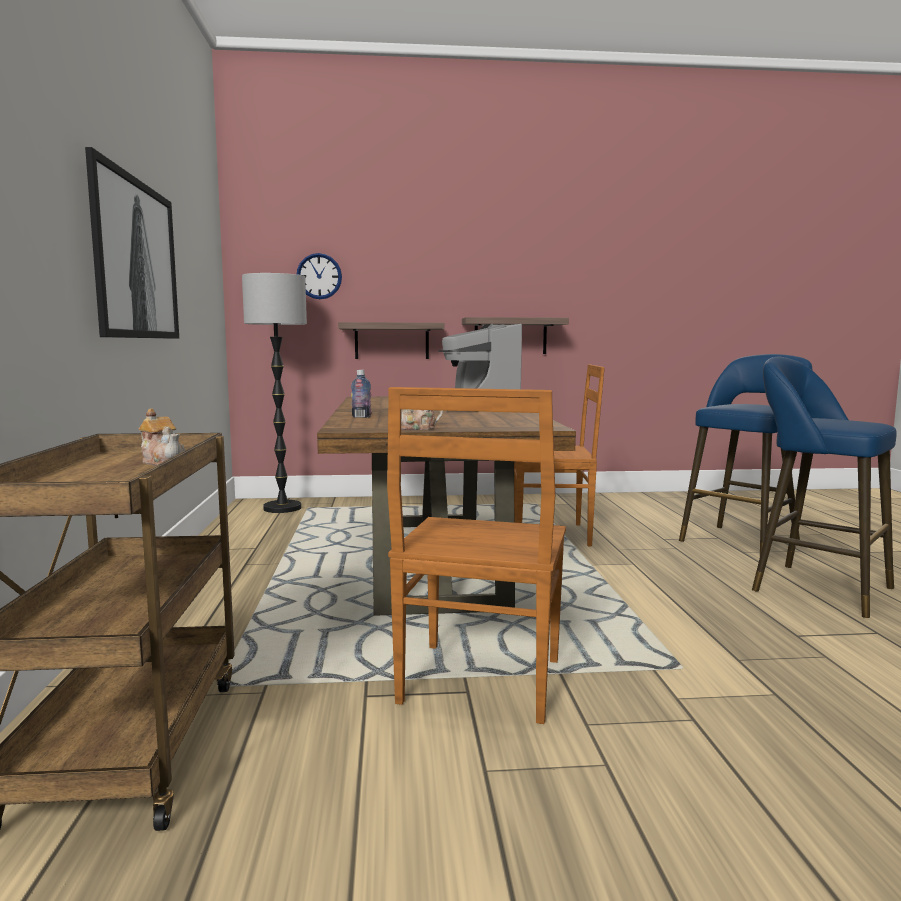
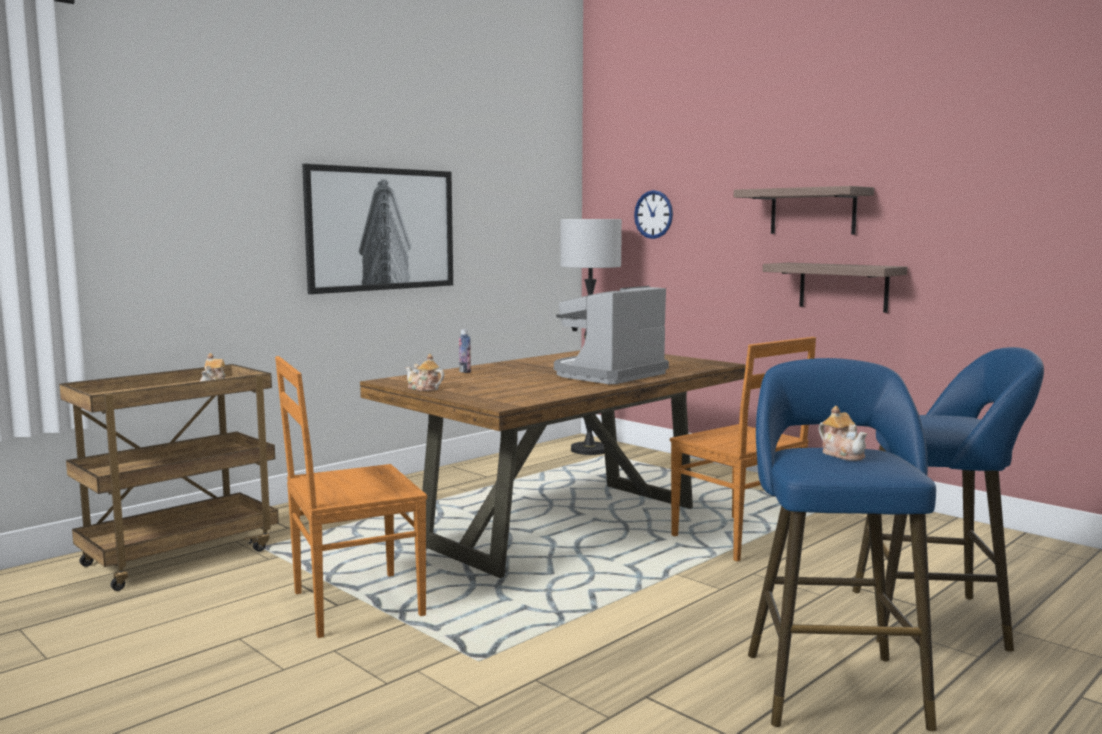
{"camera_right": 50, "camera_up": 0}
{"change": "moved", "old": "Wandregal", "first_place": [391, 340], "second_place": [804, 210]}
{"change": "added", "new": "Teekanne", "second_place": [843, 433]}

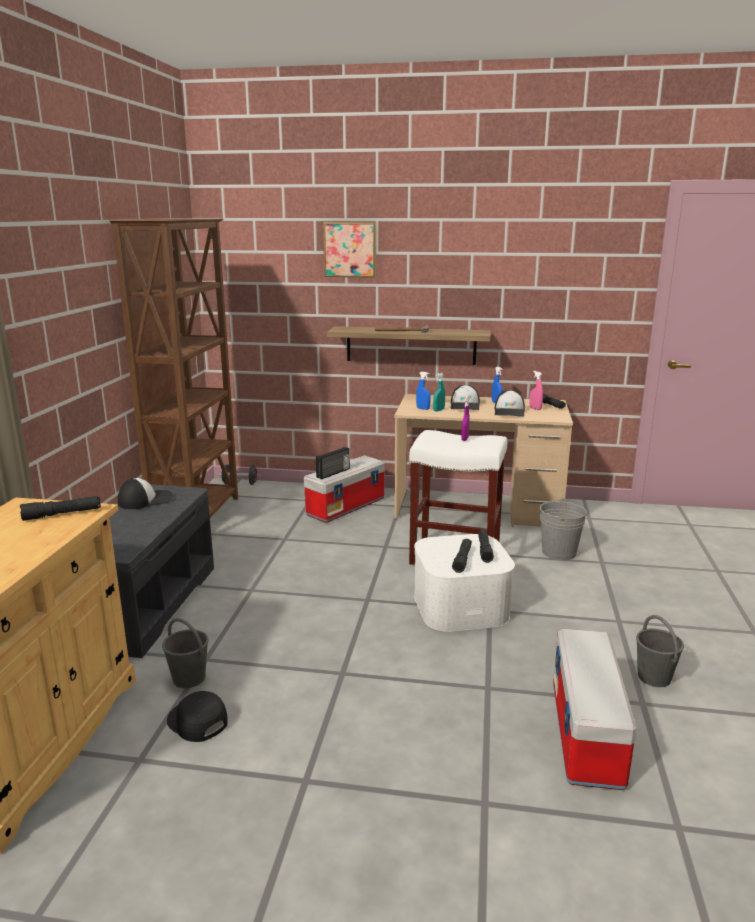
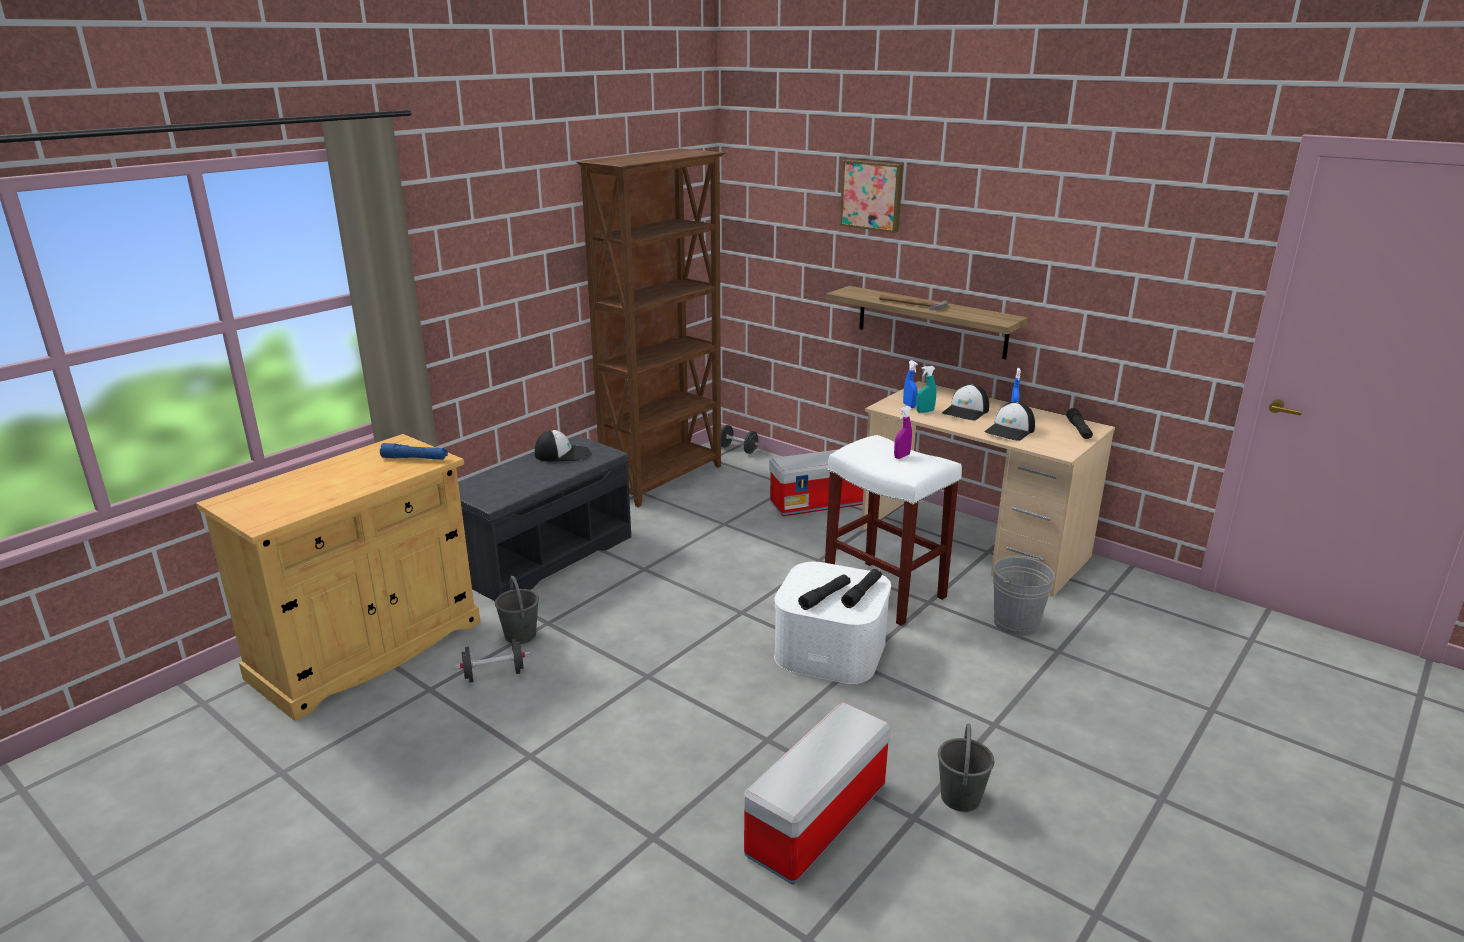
{"camera_right": 30, "camera_up": 5}
{"change": "recoloured", "old": "Taschenlampe [schwarz]", "new": "Taschenlampe [blau]", "first_place": [60, 508], "second_place": [414, 451]}
{"change": "replaced", "old": "Kappe [schwarz]", "new": "Hantel [schwarz]", "first_place": [197, 716], "second_place": [492, 661]}
{"change": "removed", "old": "Radio", "first_place": [333, 463]}
{"change": "removed", "old": "Sprühflasche [rosa]", "first_place": [536, 390]}

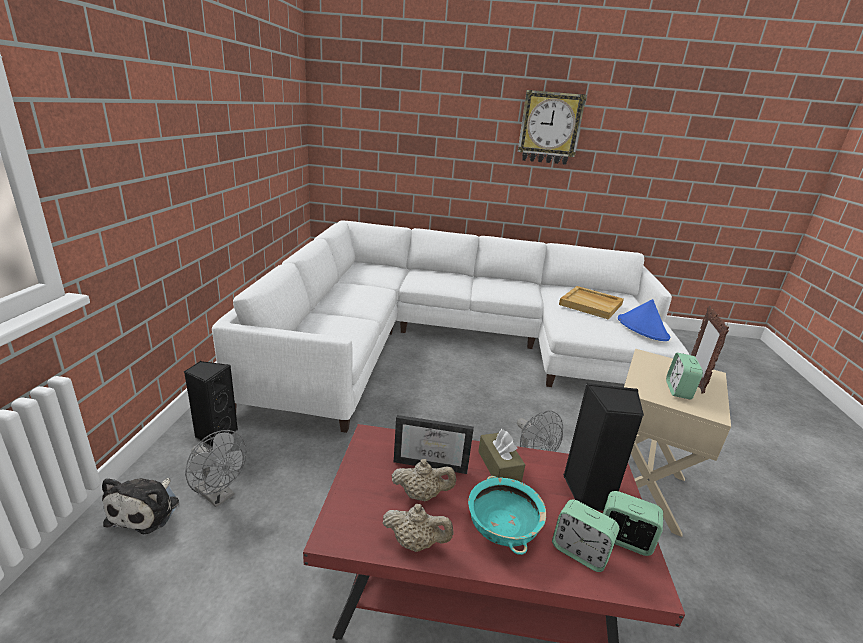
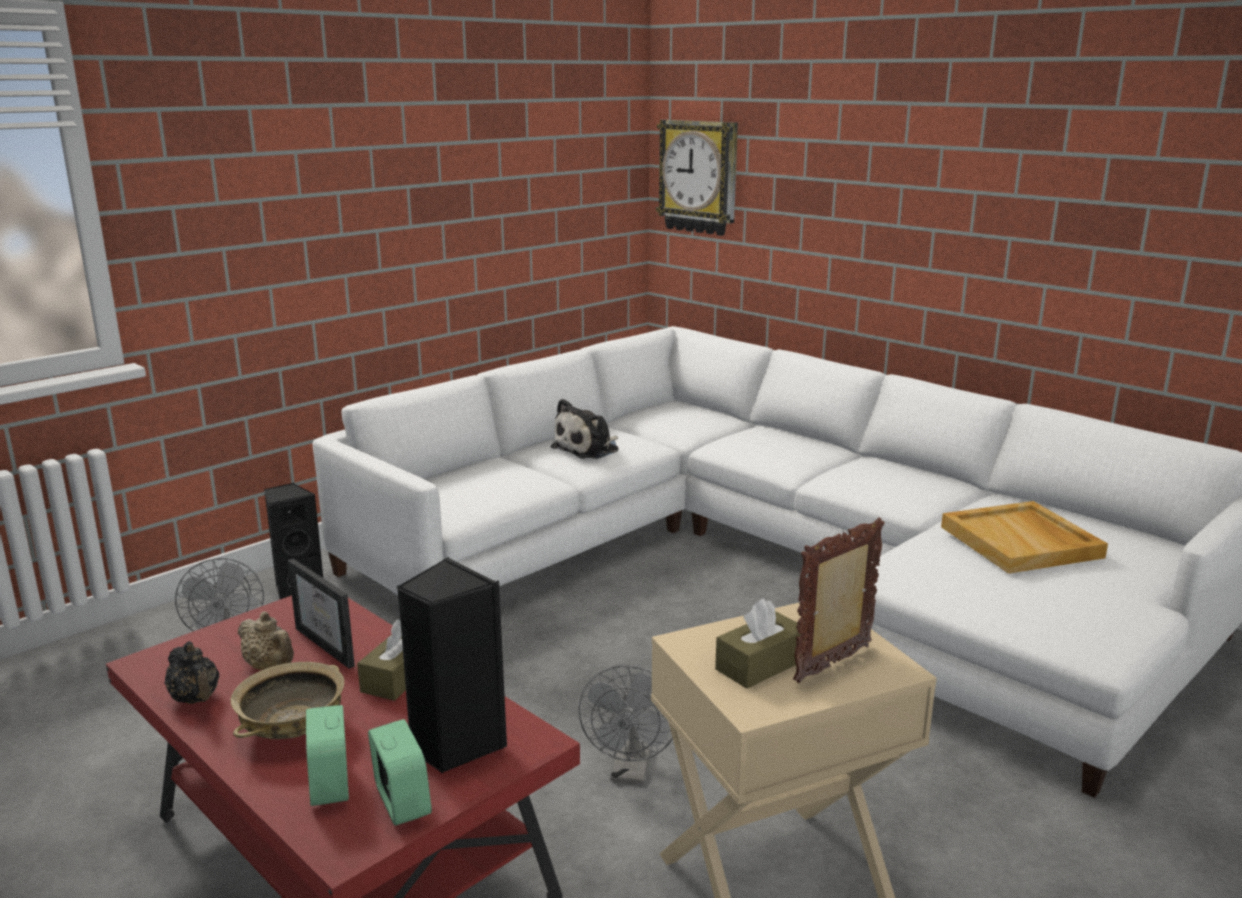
{"camera_right": 40, "camera_up": -5}
{"change": "recoloured", "old": "Teekanne [beige]", "new": "Teekanne [schwarz]", "first_place": [418, 528], "second_place": [191, 672]}
{"change": "recoloured", "old": "Schüssel [türkis]", "new": "Schüssel [beige]", "first_place": [507, 515], "second_place": [287, 700]}
{"change": "moved", "old": "Plüschtier", "first_place": [140, 506], "second_place": [584, 429]}
{"change": "moved", "old": "Wanduhr", "first_place": [552, 127], "second_place": [697, 178]}
{"change": "replaced", "old": "Wecker", "new": "Taschentuchbox [braun]", "first_place": [684, 376], "second_place": [760, 643]}
{"change": "removed", "old": "Hut [blau]", "first_place": [644, 320]}

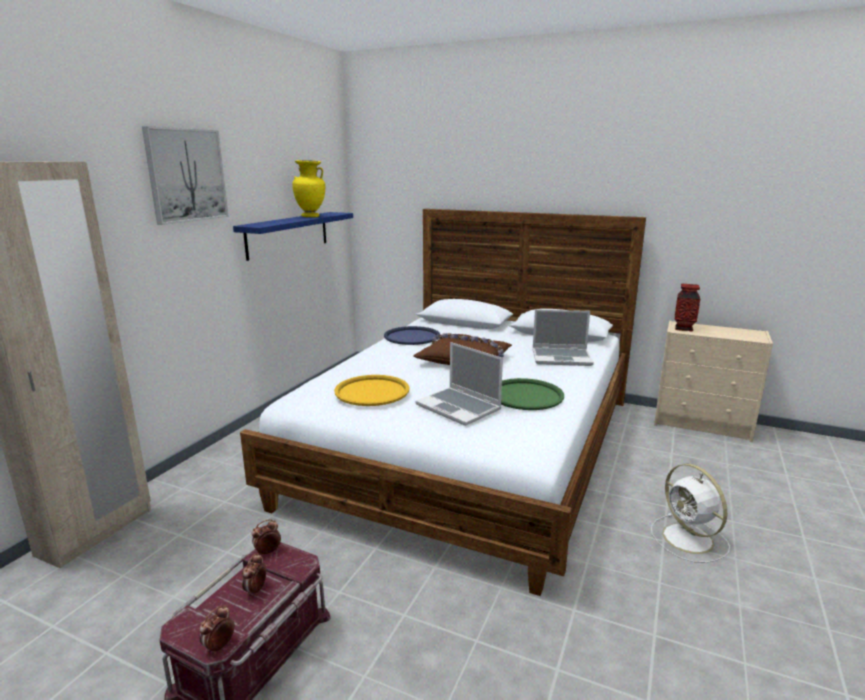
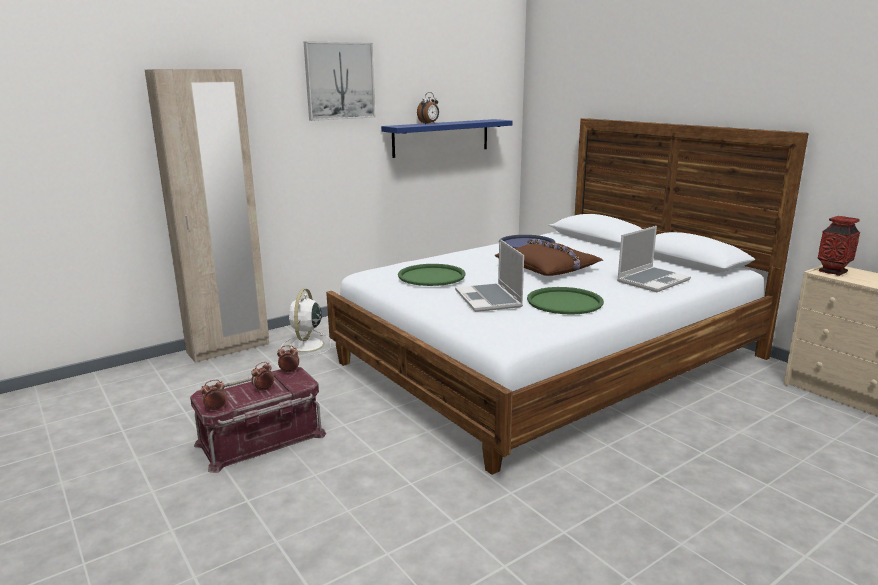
{"camera_right": 30, "camera_up": 0}
{"change": "moved", "old": "Ventilator [weiß]", "first_place": [690, 513], "second_place": [306, 322]}
{"change": "recoloured", "old": "Tablett [gelb]", "new": "Tablett [grün]", "first_place": [372, 390], "second_place": [431, 275]}
{"change": "added", "new": "Wecker", "second_place": [428, 108]}
{"change": "turned", "old": "Laptop", "first_place": [563, 338], "second_place": [654, 259], "degrees": -75}
{"change": "removed", "old": "Vase [gelb]", "first_place": [308, 188]}

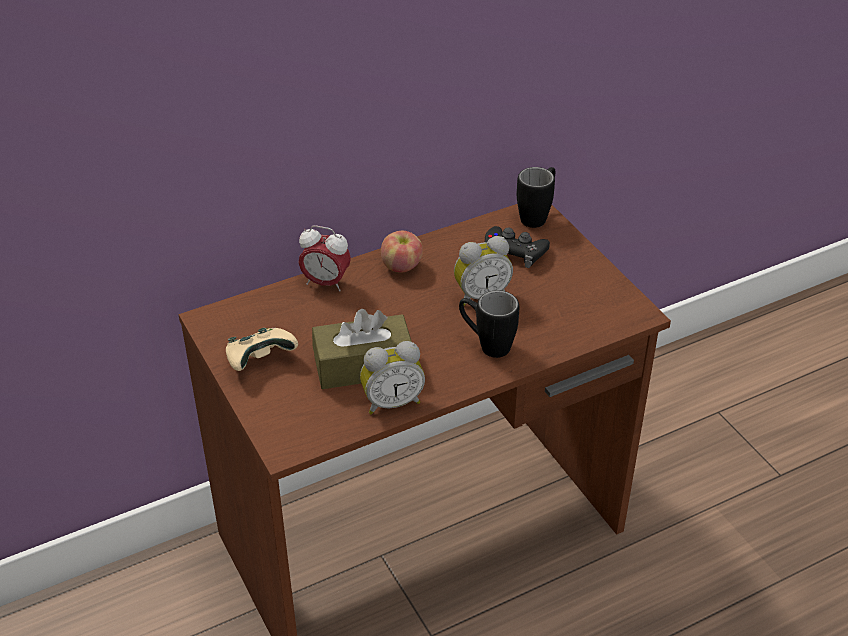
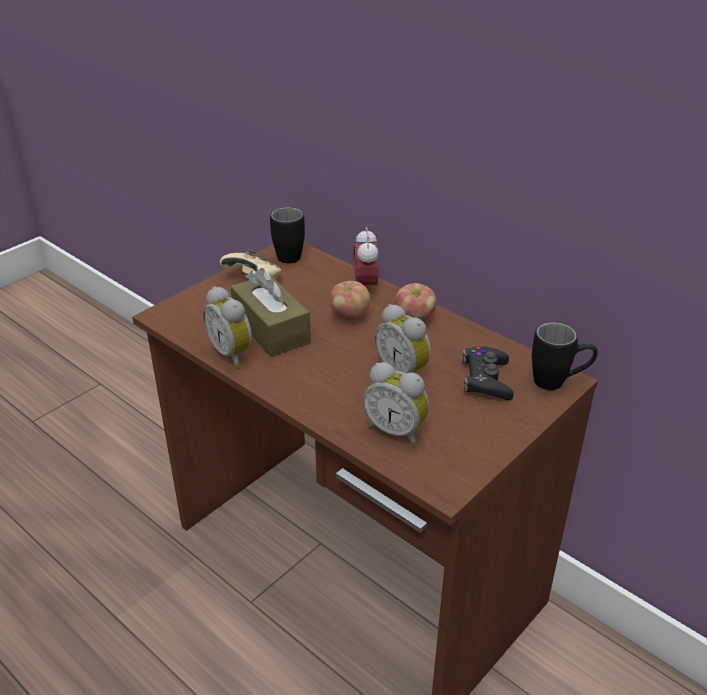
{"camera_right": 70, "camera_up": -5}
{"change": "moved", "old": "Henkelbecher [schwarz]", "first_place": [489, 324], "second_place": [287, 235]}
{"change": "added", "new": "Apfel", "second_place": [349, 301]}
{"change": "added", "new": "Wecker", "second_place": [396, 404]}

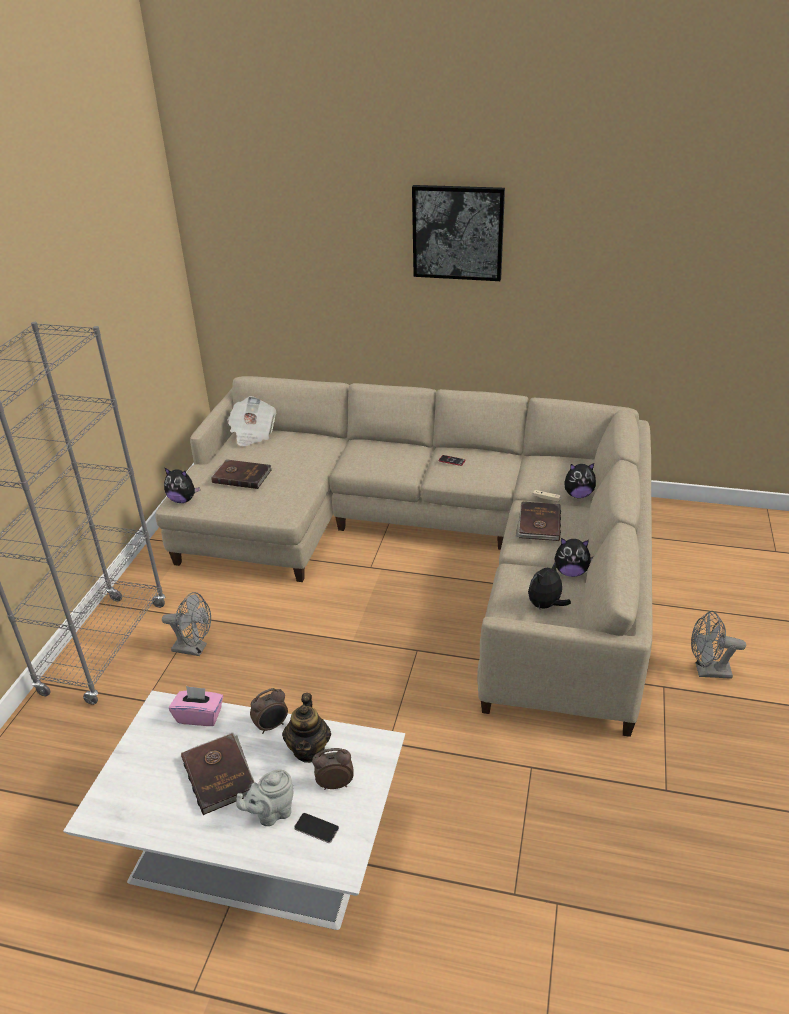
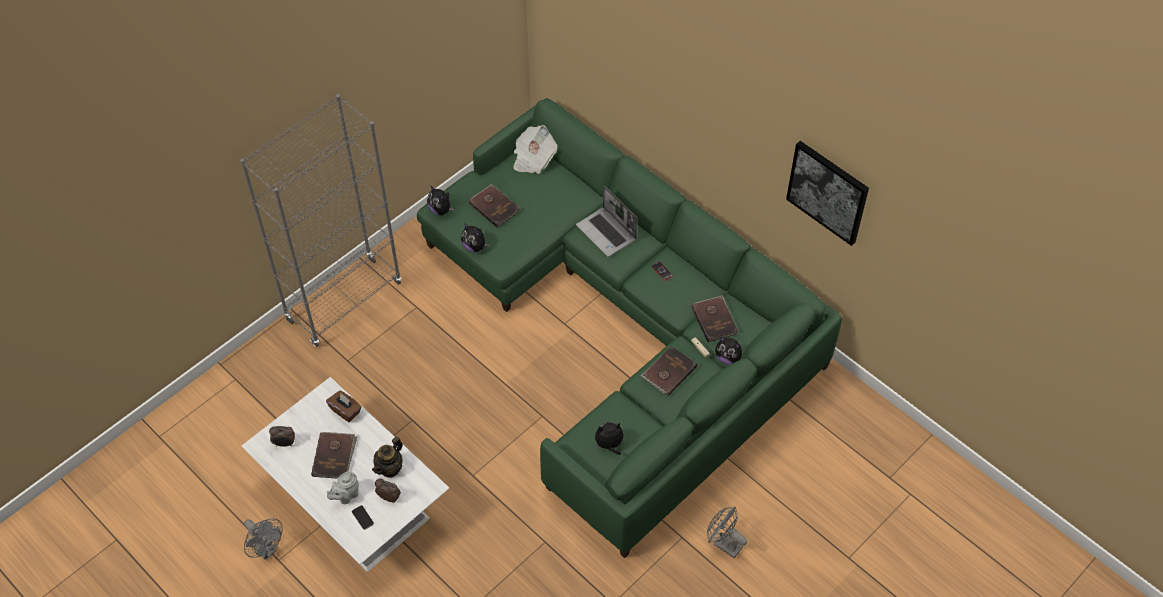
{"camera_right": 30, "camera_up": 20}
{"change": "moved", "old": "Ventilator [grau]", "first_place": [186, 624], "second_place": [263, 539]}
{"change": "moved", "old": "Wecker", "first_place": [269, 711], "second_place": [282, 436]}
{"change": "recoloured", "old": "Taschentuchbox [rosa]", "new": "Taschentuchbox [braun]", "first_place": [196, 706], "second_place": [344, 406]}
{"change": "turned", "old": "Teekanne [grau]", "first_place": [264, 797], "second_place": [343, 488], "degrees": -45}
{"change": "recoloured", "old": "Sofa [beige]", "new": "Sofa [grün]", "first_place": [403, 556], "second_place": [629, 328]}
{"change": "moved", "old": "Plüschtier", "first_place": [573, 557], "second_place": [475, 237]}
{"change": "added", "new": "Laptop", "second_place": [606, 221]}
{"change": "added", "new": "Buch [braun]", "second_place": [715, 318]}
{"change": "moved", "old": "Bild", "first_place": [458, 233], "second_place": [827, 193]}

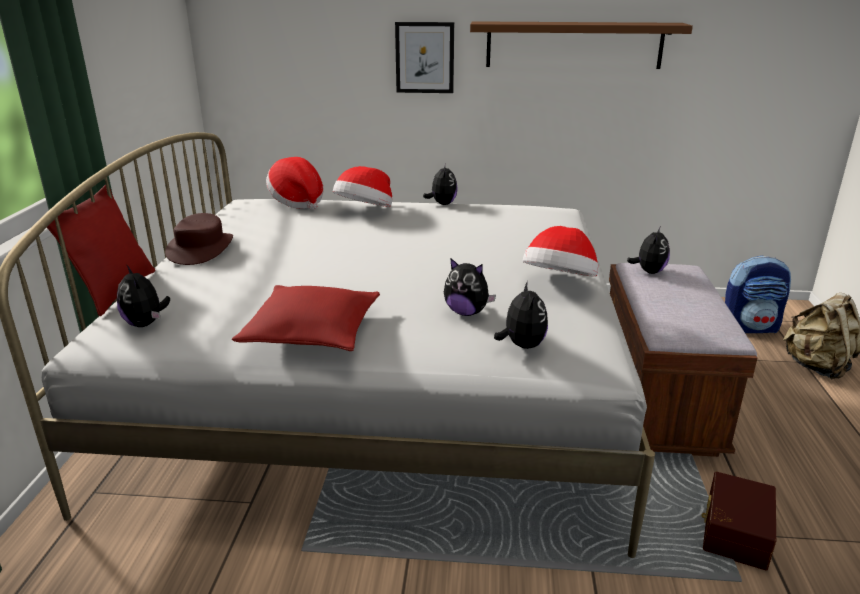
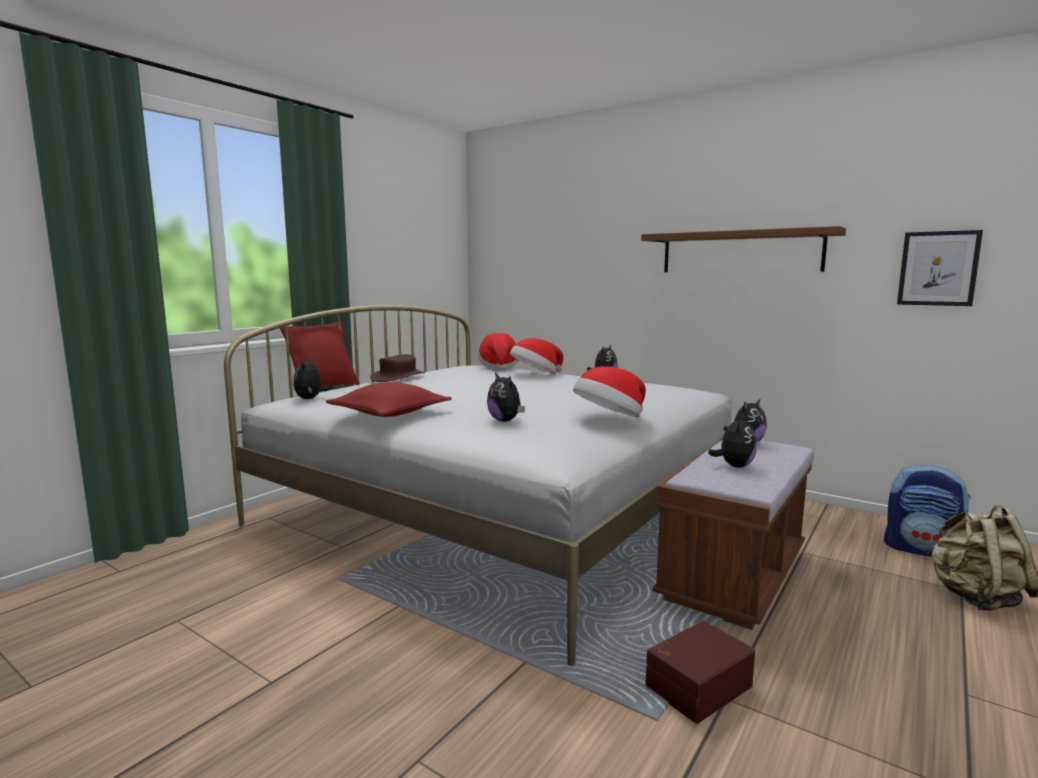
{"camera_right": 30, "camera_up": -15}
{"change": "moved", "old": "Plüschtier", "first_place": [521, 315], "second_place": [732, 441]}
{"change": "moved", "old": "Bild", "first_place": [424, 57], "second_place": [940, 268]}

